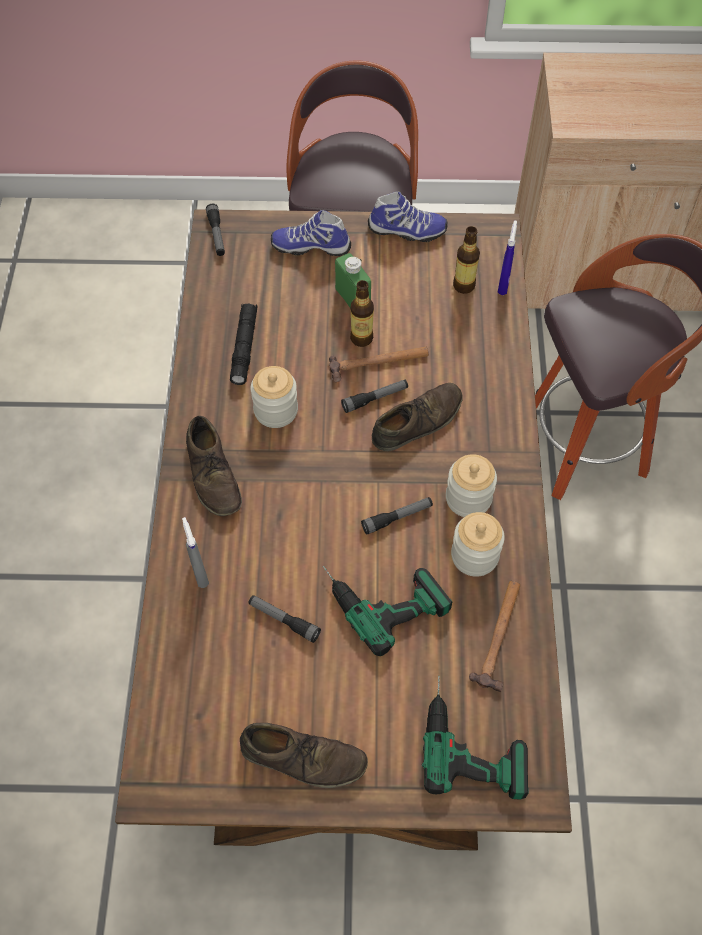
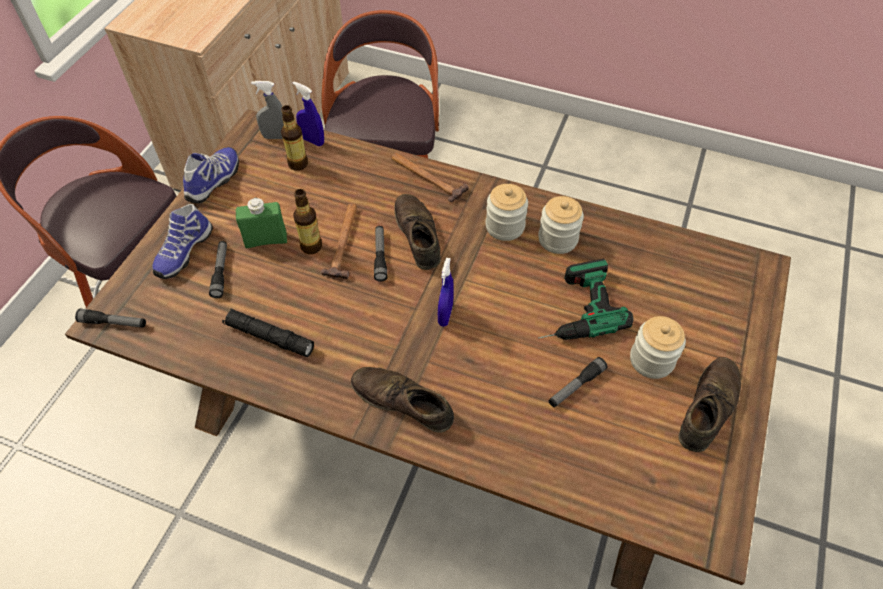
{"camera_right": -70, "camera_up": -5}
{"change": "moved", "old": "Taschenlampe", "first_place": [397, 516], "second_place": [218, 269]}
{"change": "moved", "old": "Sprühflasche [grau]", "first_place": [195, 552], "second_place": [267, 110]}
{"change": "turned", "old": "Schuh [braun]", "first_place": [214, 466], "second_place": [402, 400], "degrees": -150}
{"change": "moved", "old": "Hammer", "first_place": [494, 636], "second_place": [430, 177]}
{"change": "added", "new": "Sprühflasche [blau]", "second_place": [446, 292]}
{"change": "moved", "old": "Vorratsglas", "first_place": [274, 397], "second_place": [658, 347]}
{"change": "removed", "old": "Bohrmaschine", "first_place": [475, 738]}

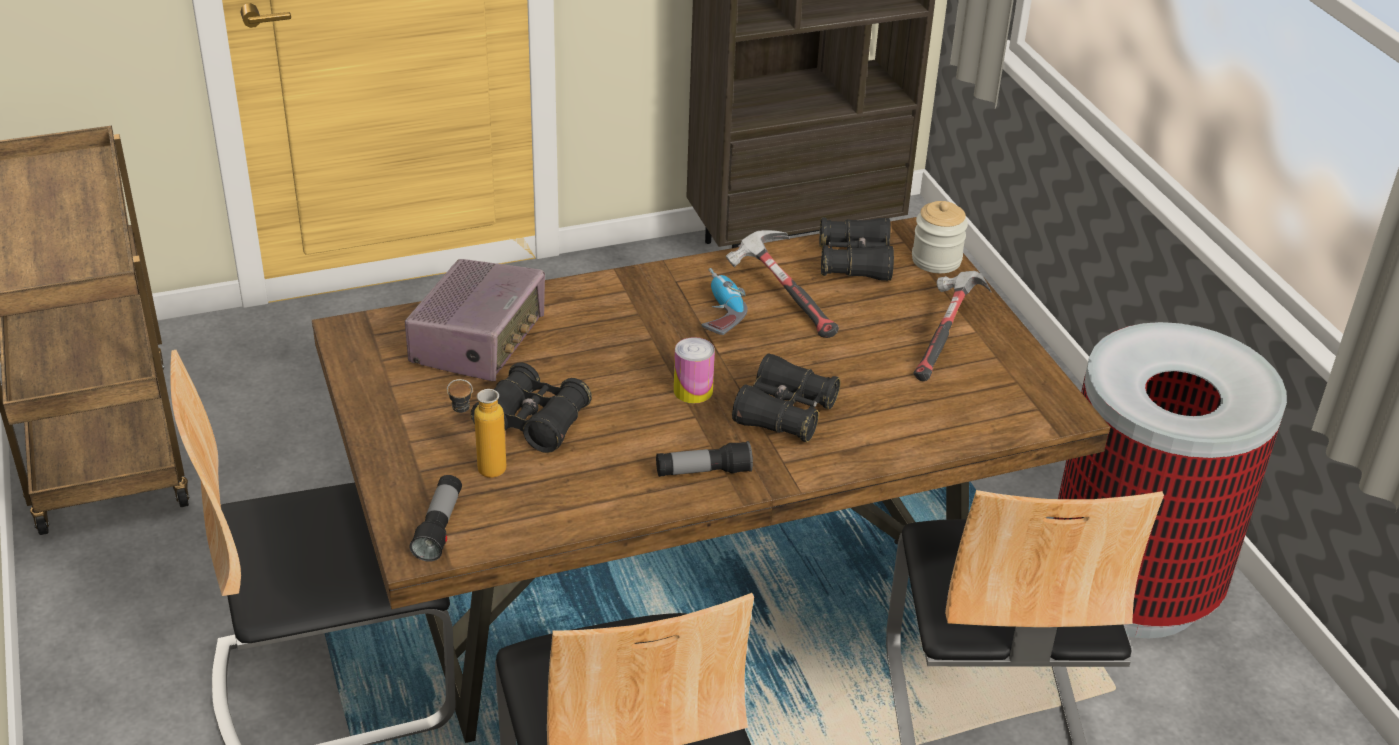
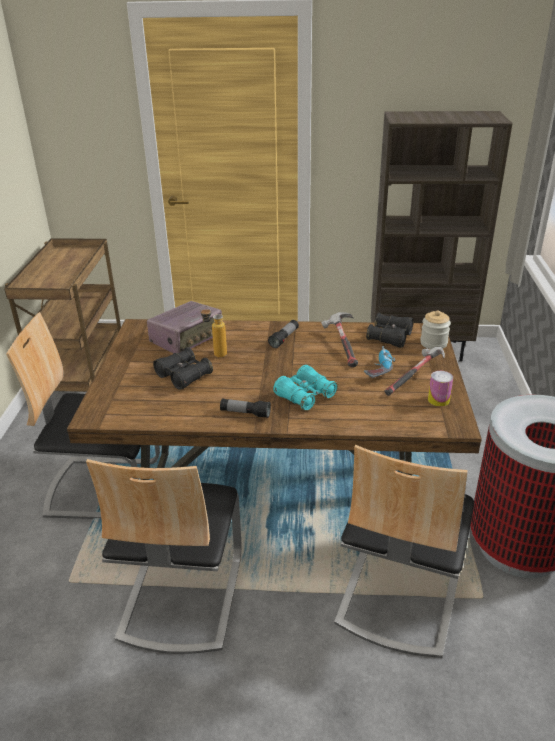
{"camera_right": 25, "camera_up": -5}
{"change": "moved", "old": "Flasche", "first_place": [476, 428], "second_place": [213, 332]}
{"change": "moved", "old": "Taschenlampe", "first_place": [436, 518], "second_place": [283, 334]}
{"change": "recoloured", "old": "Fernglas [schwarz]", "new": "Fernglas [türkis]", "first_place": [786, 397], "second_place": [305, 388]}
{"change": "moved", "old": "Bohrmaschine", "first_place": [725, 301], "second_place": [380, 362]}
{"change": "moved", "old": "Dose", "first_place": [694, 370], "second_place": [440, 389]}

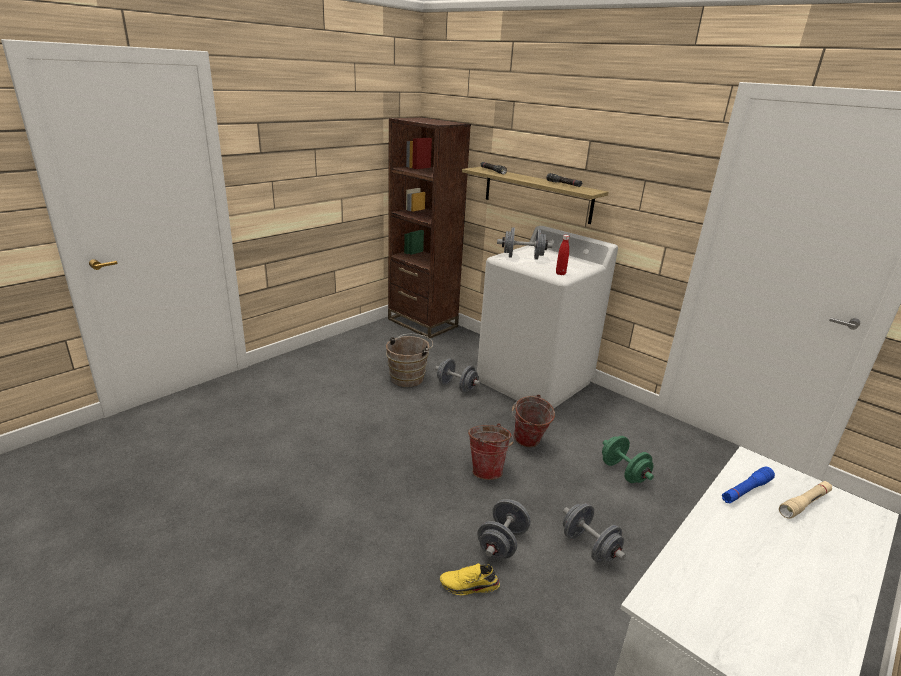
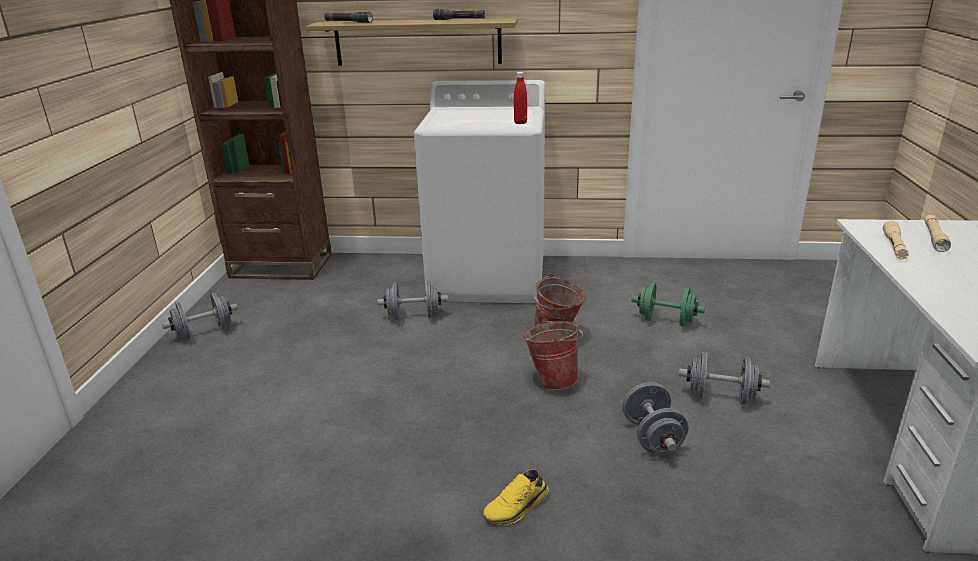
{"camera_right": -35, "camera_up": 0}
{"change": "moved", "old": "Hantel [grau]", "first_place": [525, 243], "second_place": [200, 316]}
{"change": "moved", "old": "Schuh [gelb]", "first_place": [470, 579], "second_place": [516, 497]}
{"change": "recoloured", "old": "Taschenlampe [blau]", "new": "Taschenlampe [beige]", "first_place": [748, 485], "second_place": [896, 240]}
{"change": "removed", "old": "Eimer [braun]", "first_place": [409, 360]}

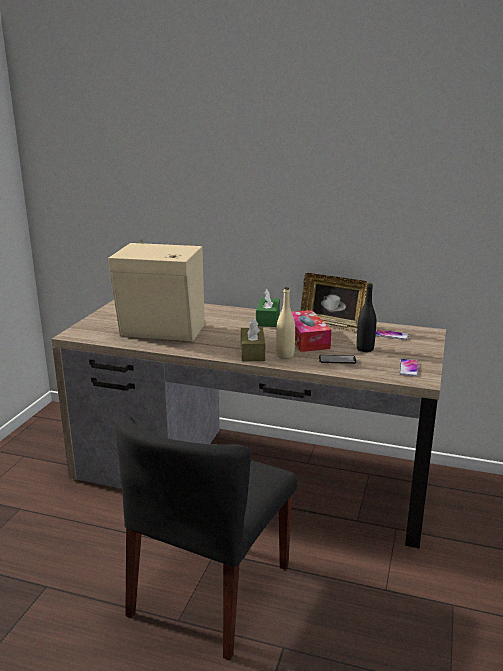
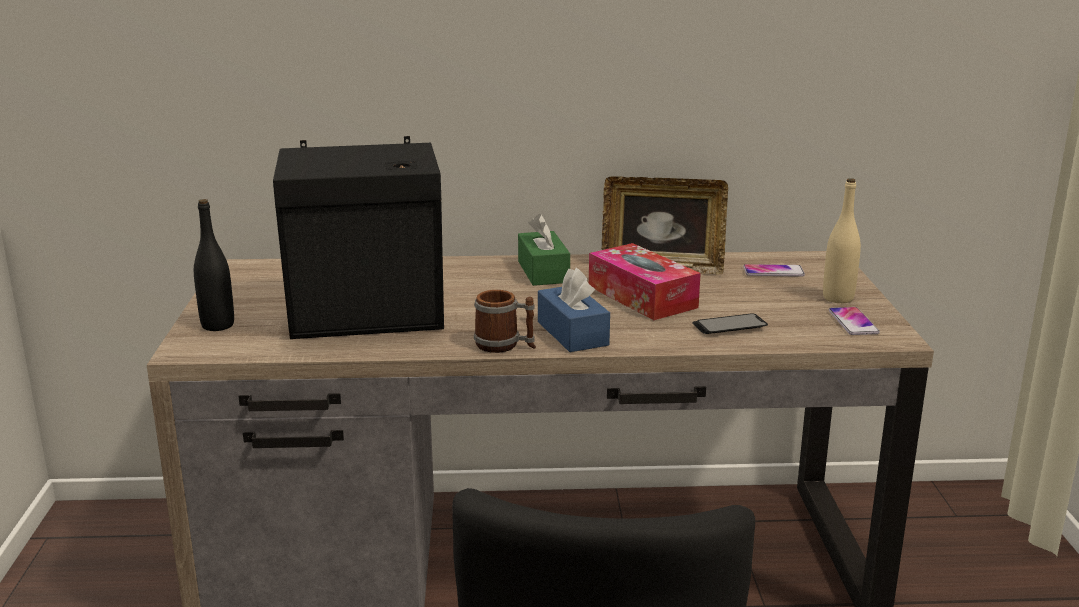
{"camera_right": -20, "camera_up": 0}
{"change": "moved", "old": "Flasche [schwarz]", "first_place": [366, 317], "second_place": [214, 265]}
{"change": "recoloured", "old": "Lautsprecher [beige]", "new": "Lautsprecher [schwarz]", "first_place": [156, 290], "second_place": [358, 237]}
{"change": "added", "new": "Henkelbecher", "second_place": [505, 321]}
{"change": "recoloured", "old": "Taschentuchbox [braun]", "new": "Taschentuchbox [blau]", "first_place": [253, 339], "second_place": [574, 310]}
{"change": "moved", "old": "Flasche [beige]", "first_place": [285, 322], "second_place": [842, 240]}

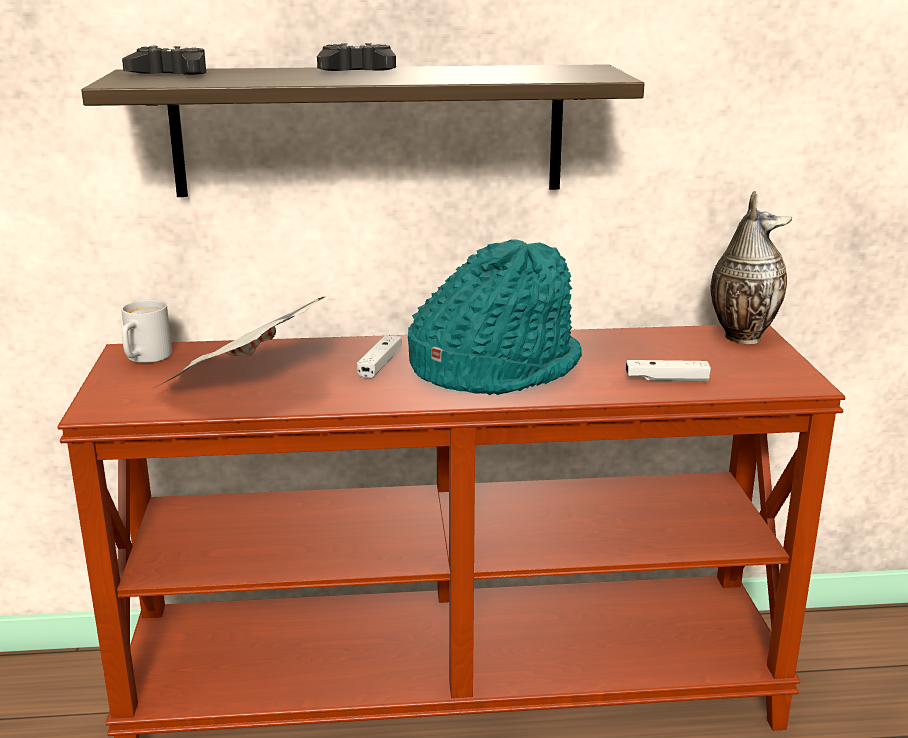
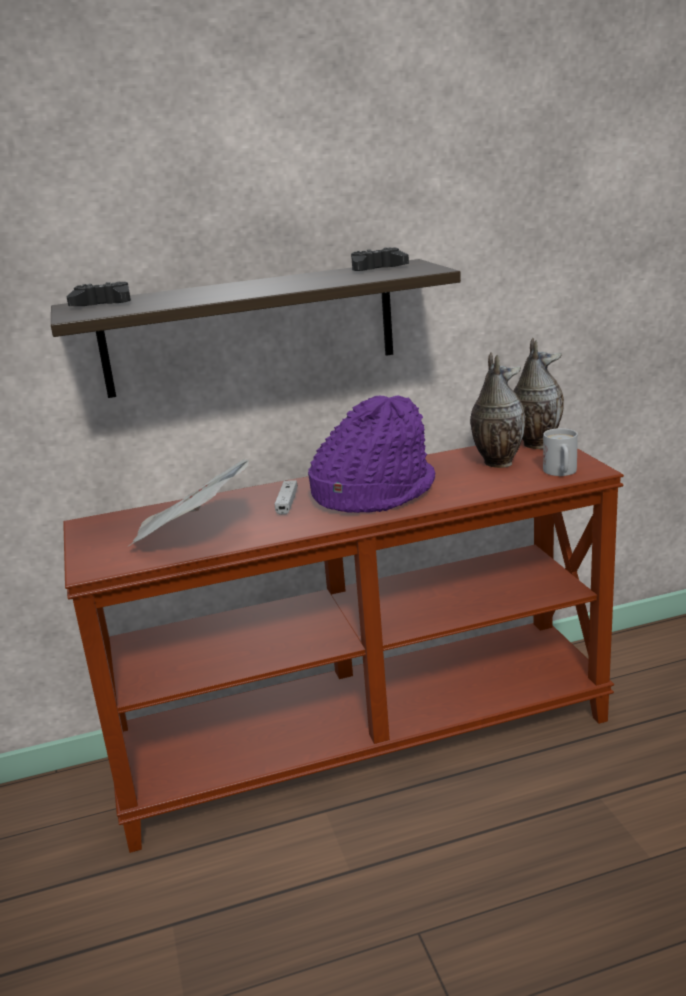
{"camera_right": -10, "camera_up": 0}
{"change": "recoloured", "old": "Hut [türkis]", "new": "Hut [lila]", "first_place": [495, 317], "second_place": [371, 454]}
{"change": "moved", "old": "Gamepad [schwarz]", "first_place": [356, 57], "second_place": [380, 259]}
{"change": "added", "new": "Vase", "second_place": [498, 410]}
{"change": "moved", "old": "Henkelbecher [weiß]", "first_place": [146, 331], "second_place": [560, 452]}
{"change": "removed", "old": "Gamepad [weiß]", "first_place": [668, 370]}

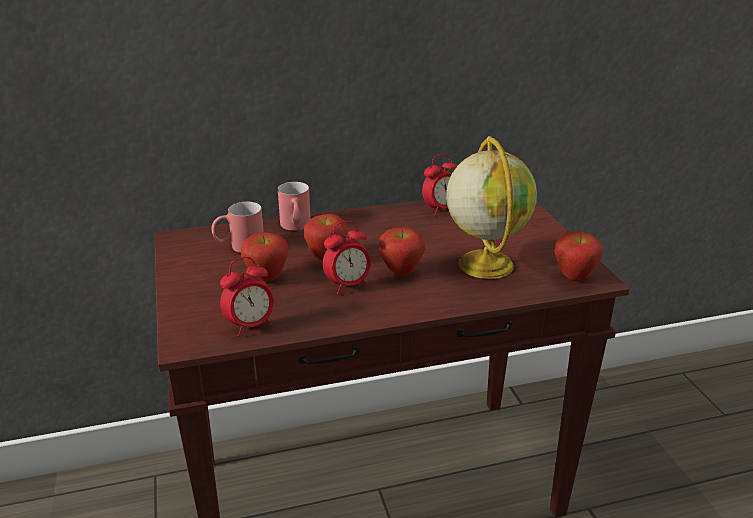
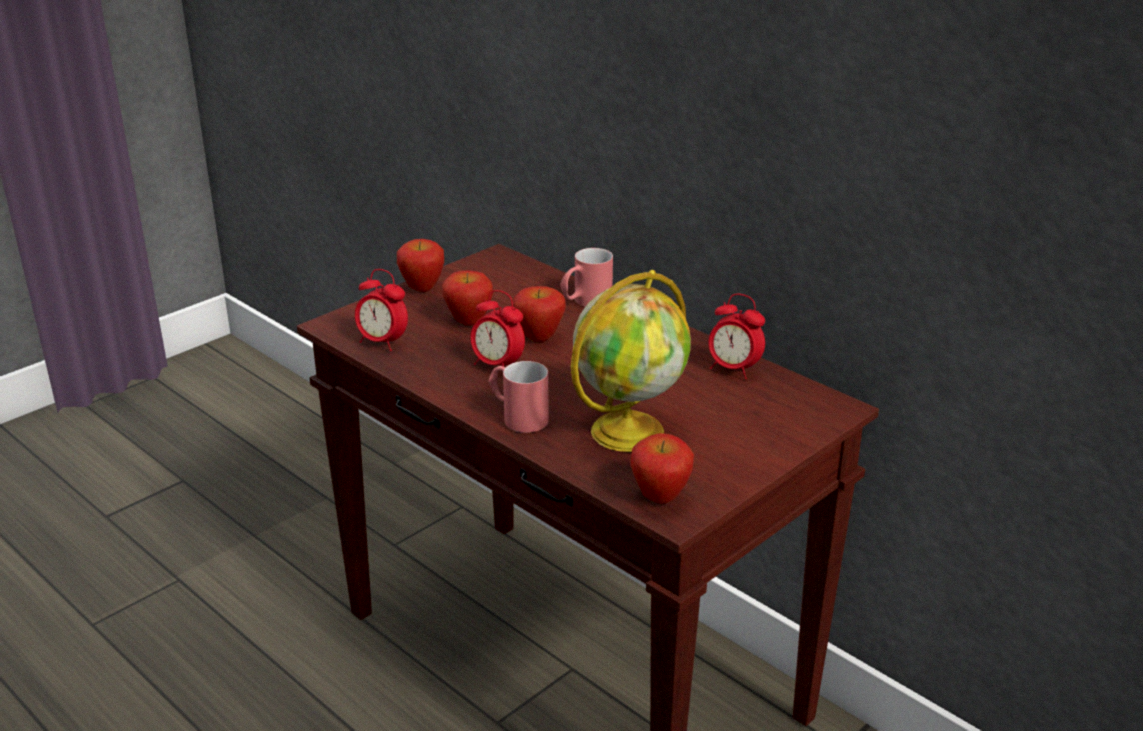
{"camera_right": 60, "camera_up": 0}
{"change": "moved", "old": "Apfel", "first_place": [402, 251], "second_place": [420, 265]}
{"change": "moved", "old": "Henkelbecher [rot]", "first_place": [238, 227], "second_place": [518, 397]}

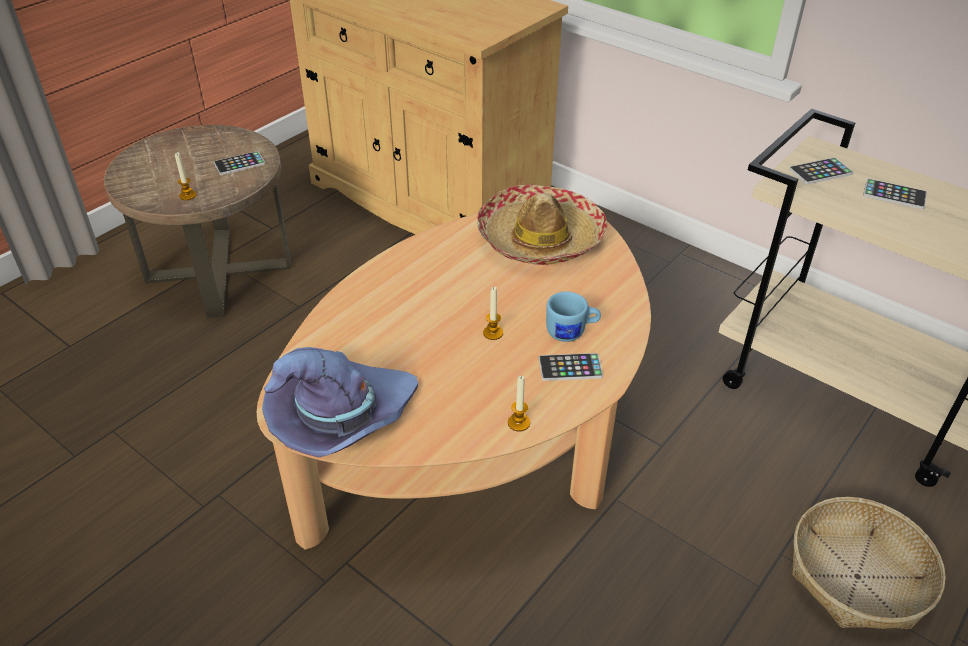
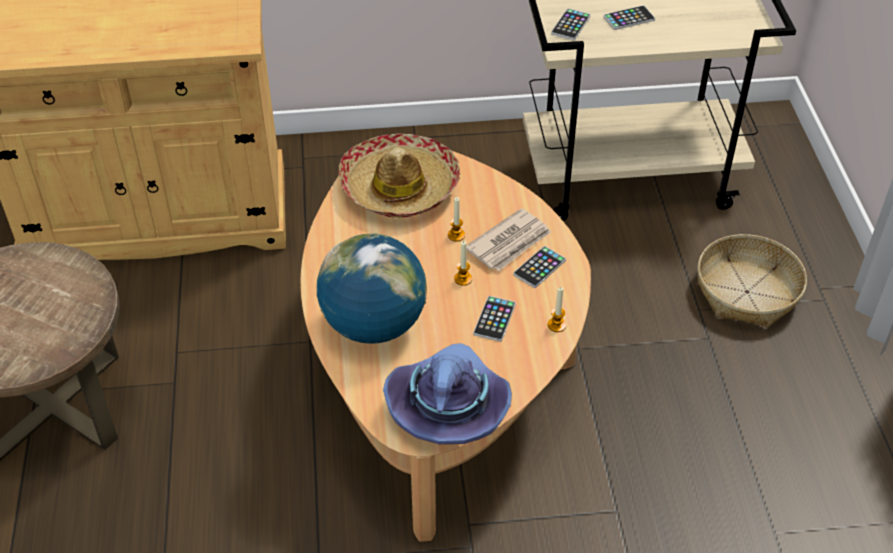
{"camera_right": -45, "camera_up": 5}
{"change": "added", "new": "Globus", "second_place": [372, 288]}
{"change": "moved", "old": "Kerze", "first_place": [185, 176], "second_place": [456, 219]}
{"change": "replaced", "old": "Henkelbecher [blau]", "new": "Zeitung", "first_place": [573, 317], "second_place": [508, 239]}
{"change": "moved", "old": "Handy", "first_place": [239, 163], "second_place": [494, 319]}

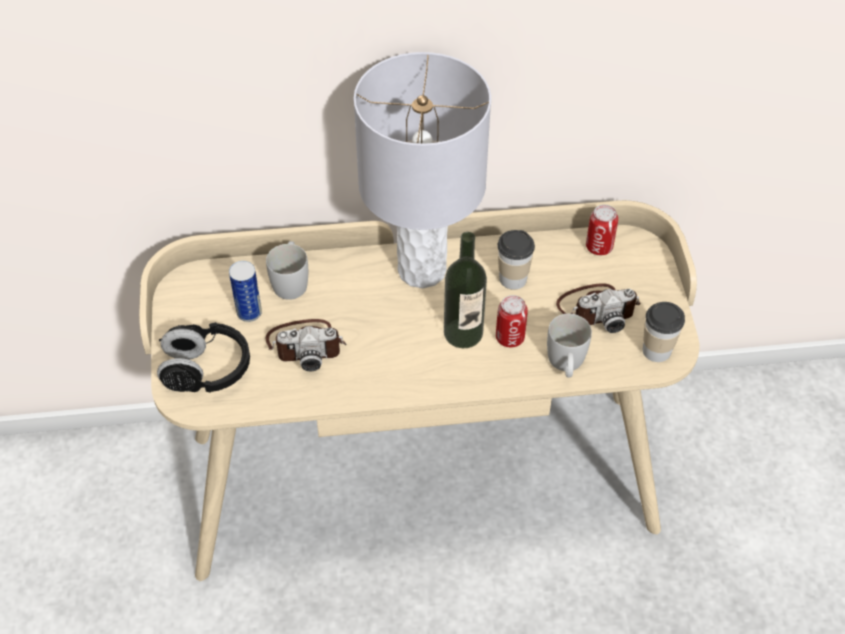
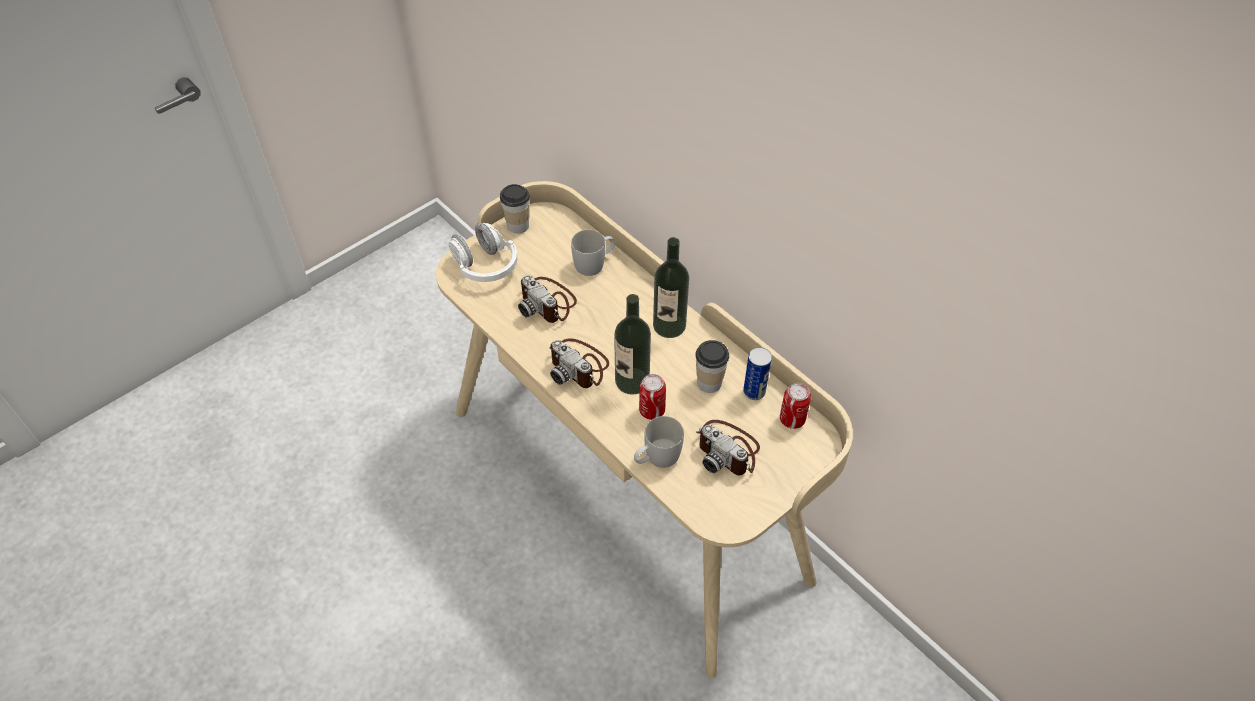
{"camera_right": 55, "camera_up": 0}
{"change": "recoloured", "old": "Kopfhörer [schwarz]", "new": "Kopfhörer [weiß]", "first_place": [203, 357], "second_place": [483, 252]}
{"change": "moved", "old": "Tasse", "first_place": [664, 332], "second_place": [515, 209]}
{"change": "added", "new": "Kamera", "second_place": [579, 363]}
{"change": "replaced", "old": "Tischlampe [grau]", "new": "Flasche", "first_place": [422, 170], "second_place": [671, 287]}
{"change": "moved", "old": "Dose", "first_place": [245, 291], "second_place": [757, 373]}

